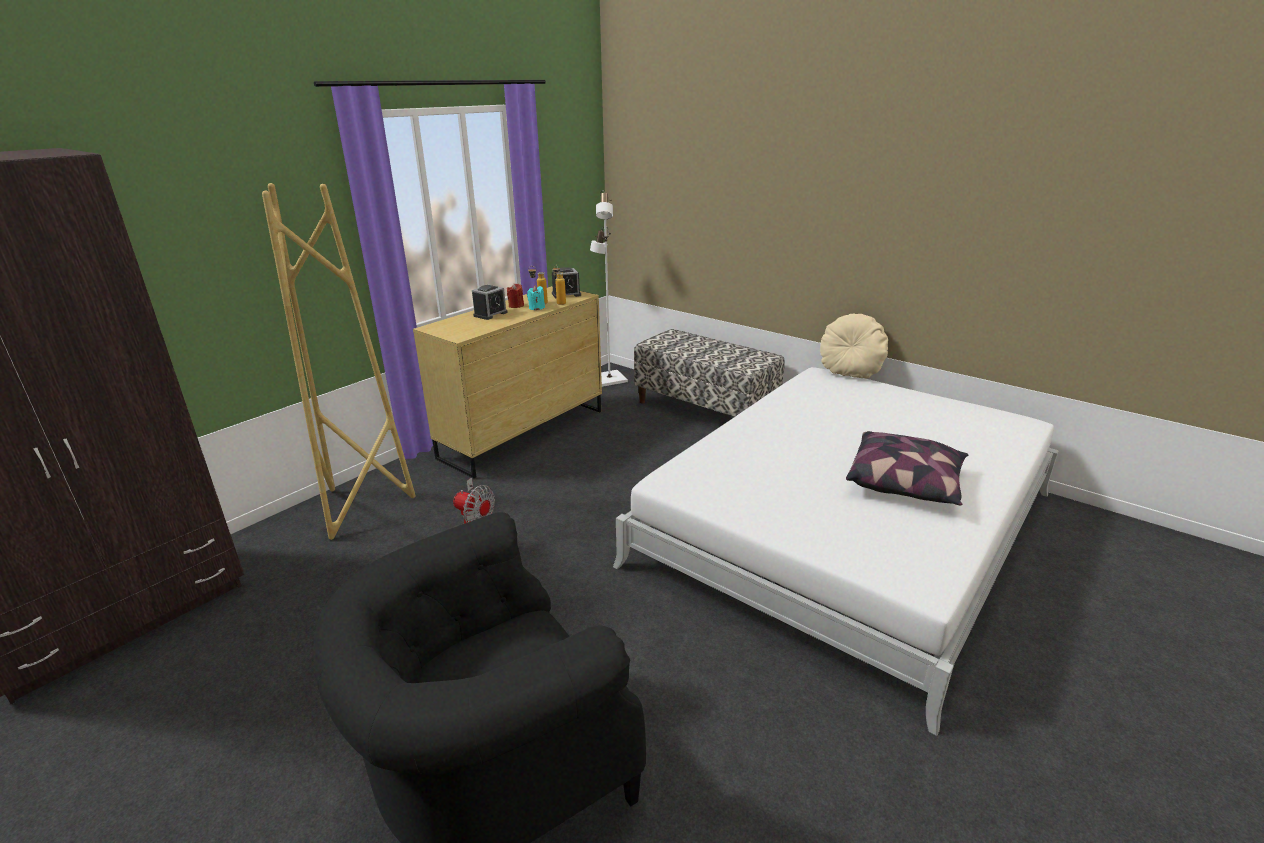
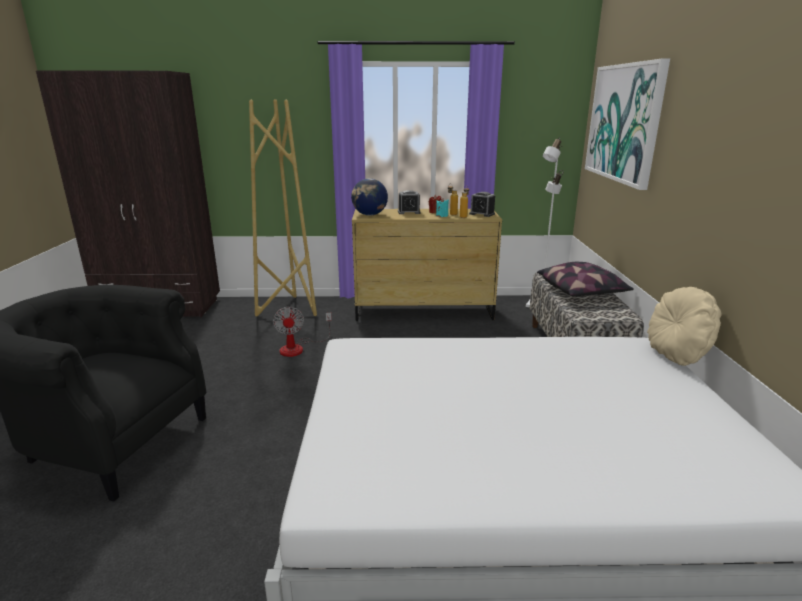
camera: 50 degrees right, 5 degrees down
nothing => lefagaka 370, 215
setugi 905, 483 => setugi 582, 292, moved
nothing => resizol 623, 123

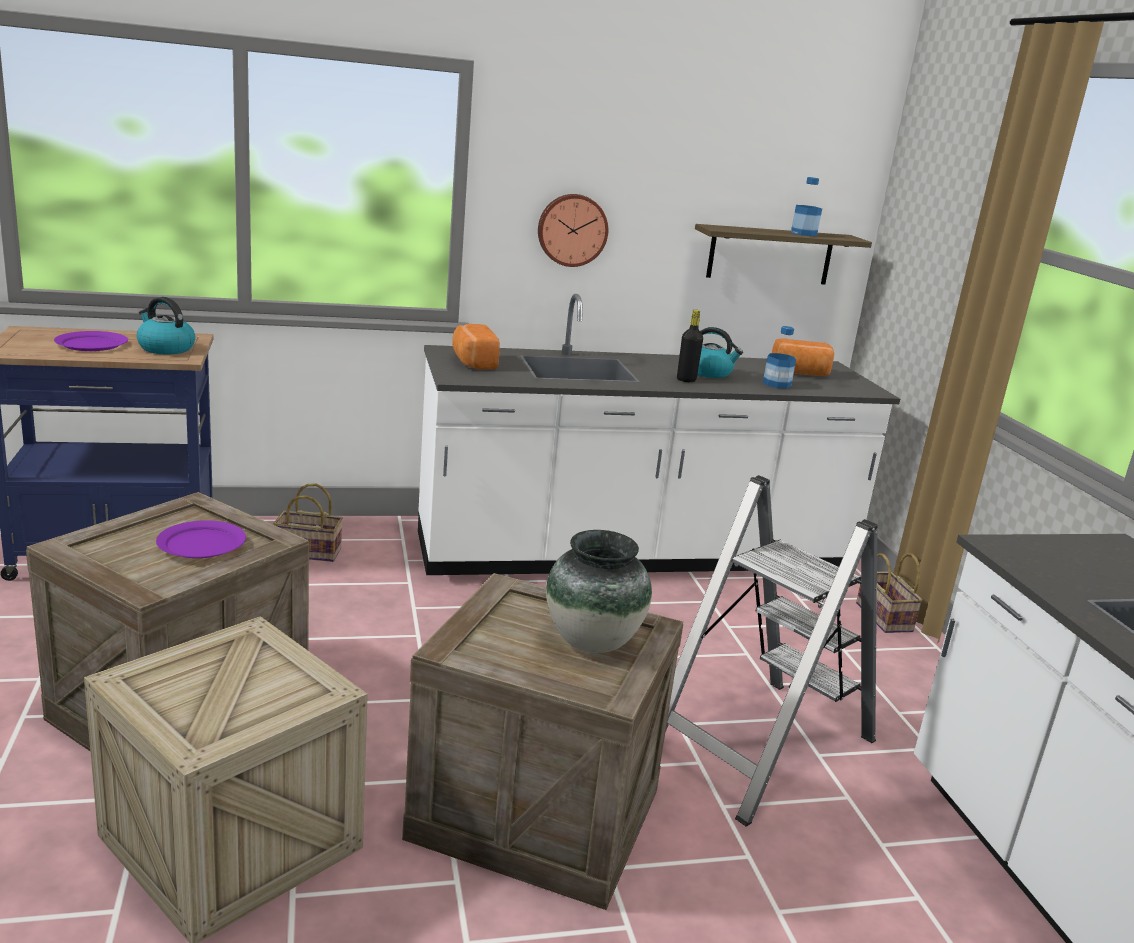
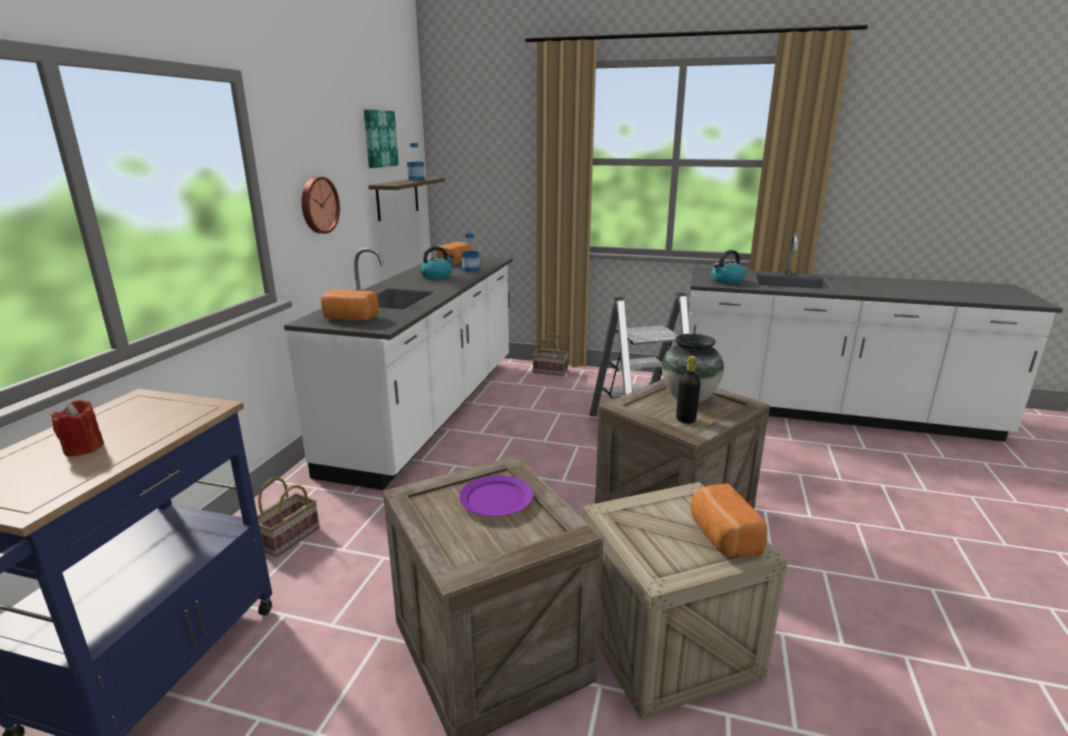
camera: 60 degrees left, 0 degrees up
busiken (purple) 92, 344 => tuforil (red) 84, 448
nothing => resizol 379, 138
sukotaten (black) 686, 380 => sukotaten (black) 685, 419, moved
nothing => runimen 721, 537
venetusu 165, 348 => venetusu 726, 281, moved

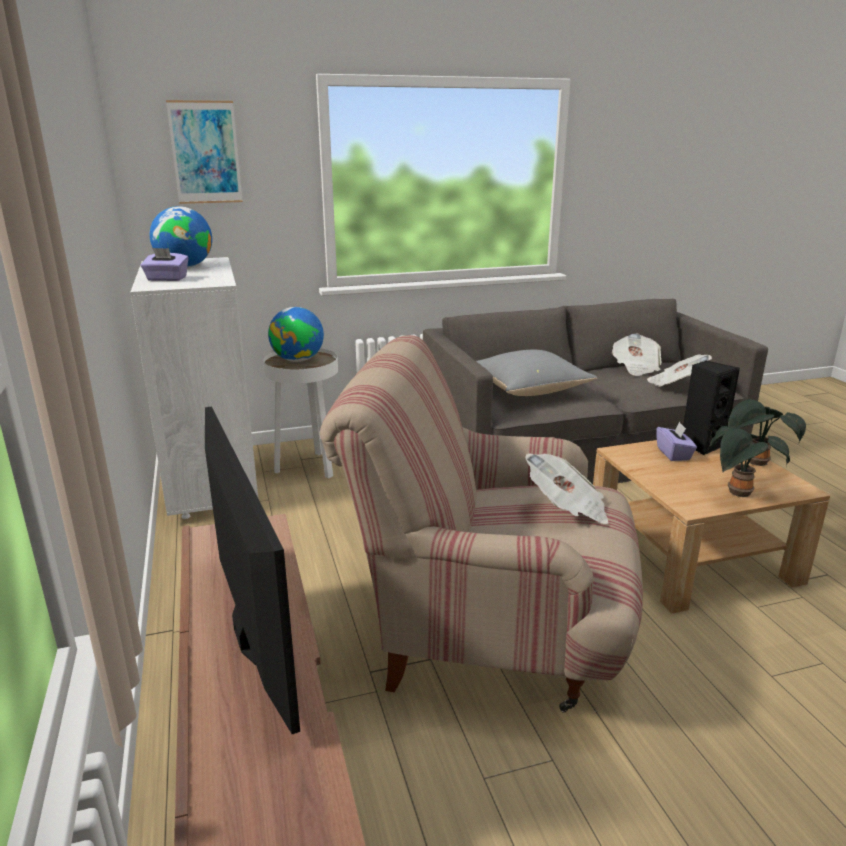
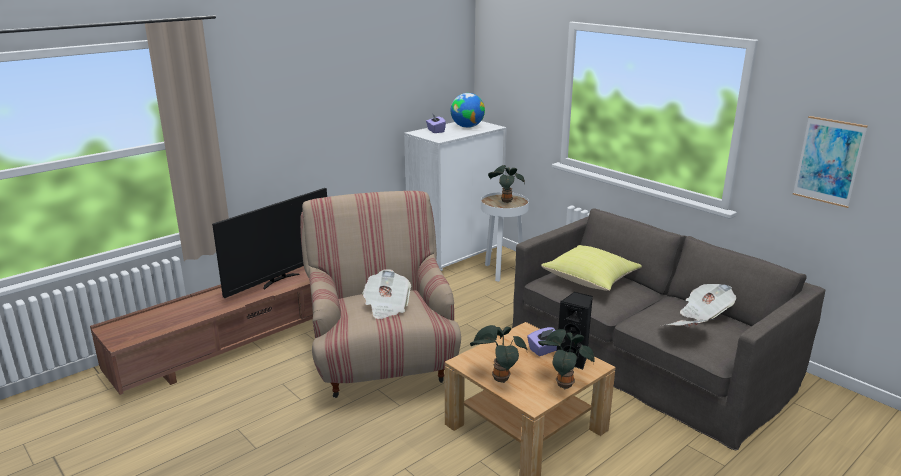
camera: 65 degrees right, 0 degrees up
lefagaka 298, 360 => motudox 505, 201
setugi (grey) 529, 390 => setugi (yellow) 591, 281
resizol 205, 153 => resizol 828, 161, moved

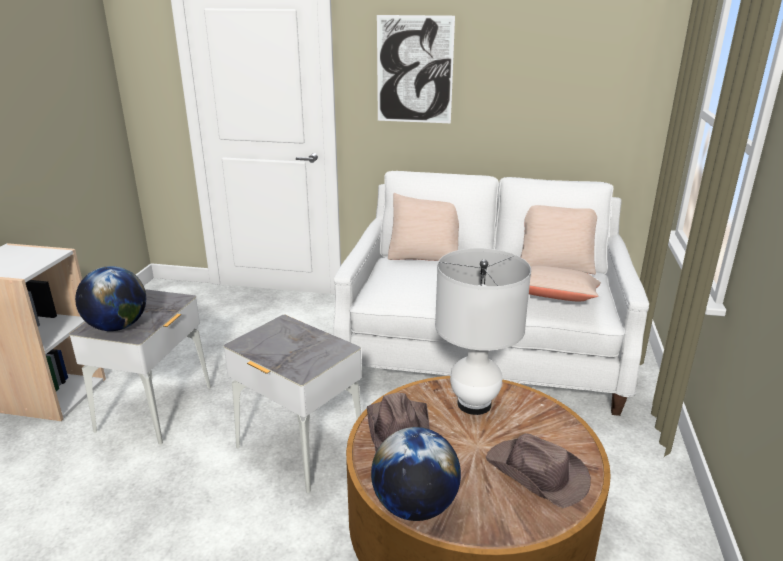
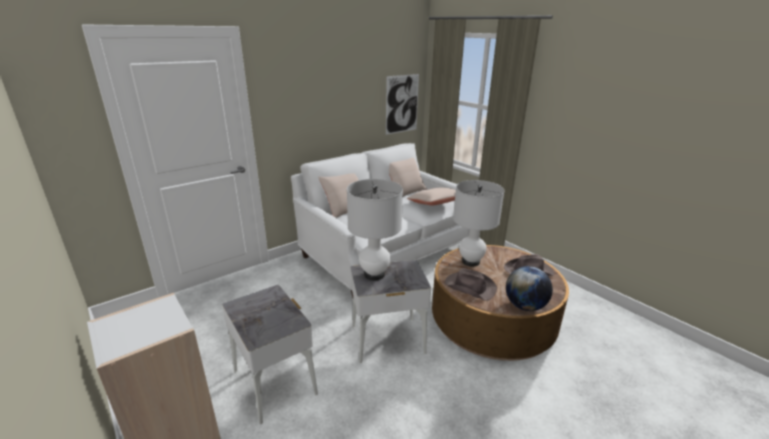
camera: 50 degrees left, 0 degrees up
nothing => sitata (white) 374, 274
resizol 414, 70 => resizol 402, 104, moved
lefagaka 117, 327 => nothing

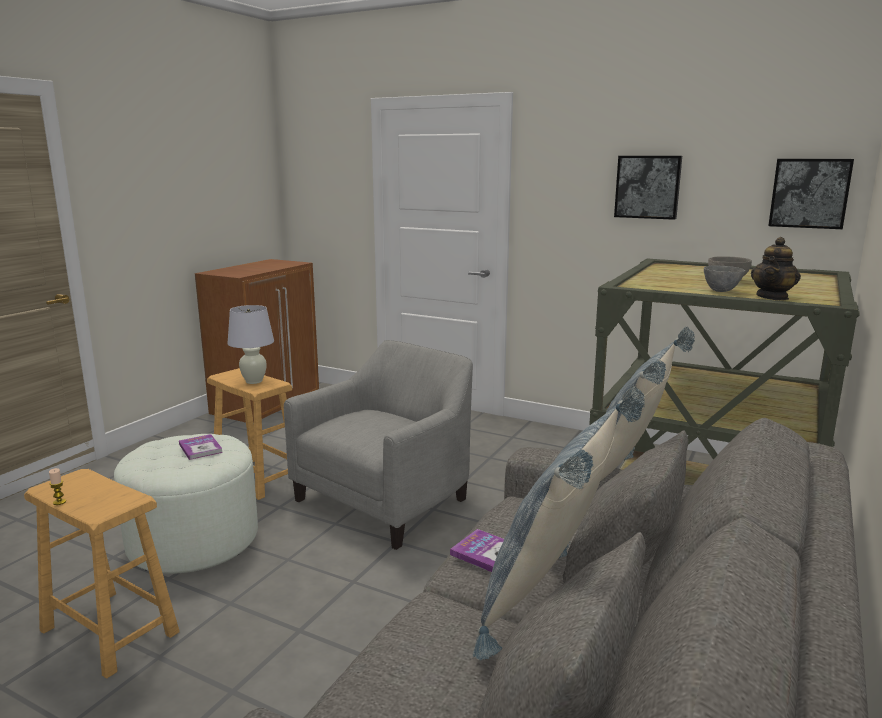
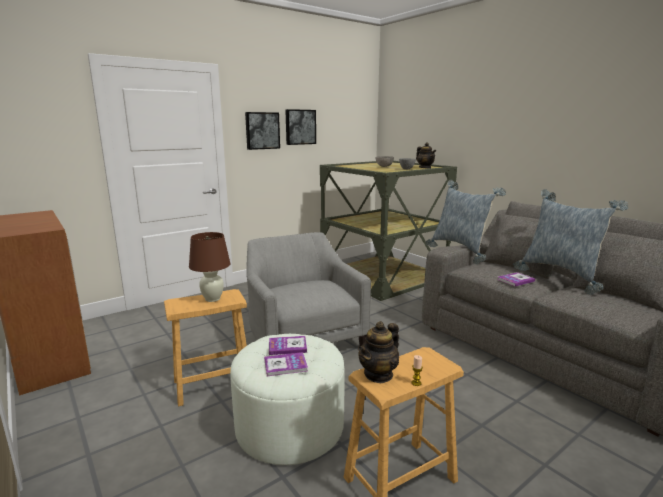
camera: 65 degrees left, 0 degrees up
sitata (white) 254, 381 => sitata (brown) 213, 299
resizol 809, 193 => resizol 262, 130, moved
nothing => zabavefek 285, 365
nothing => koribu 378, 374

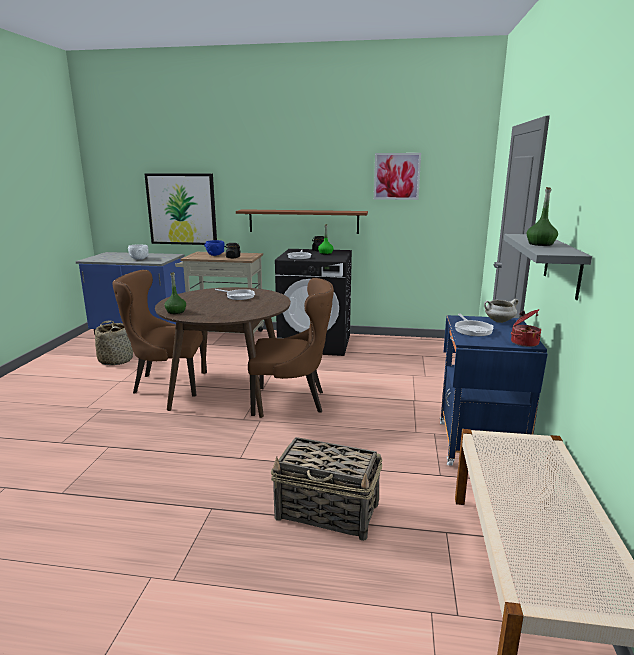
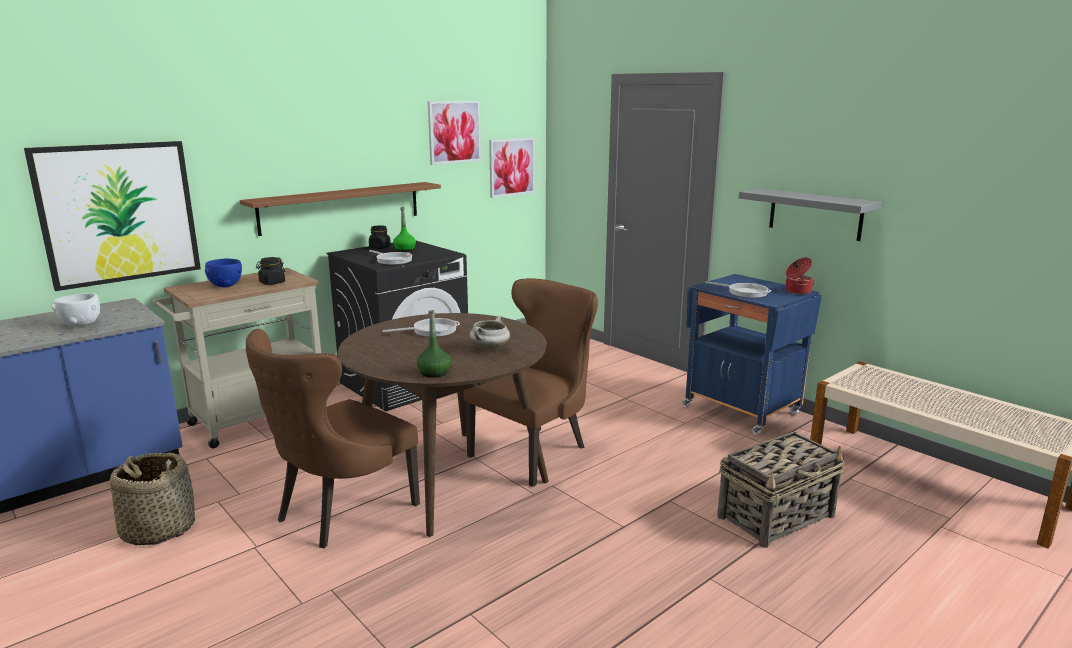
camera: 50 degrees left, 0 degrees up
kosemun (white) 499, 321 => kosemun (white) 490, 349, moved
nothing => resizol 511, 167
sukotaten (green) 540, 244 => nothing

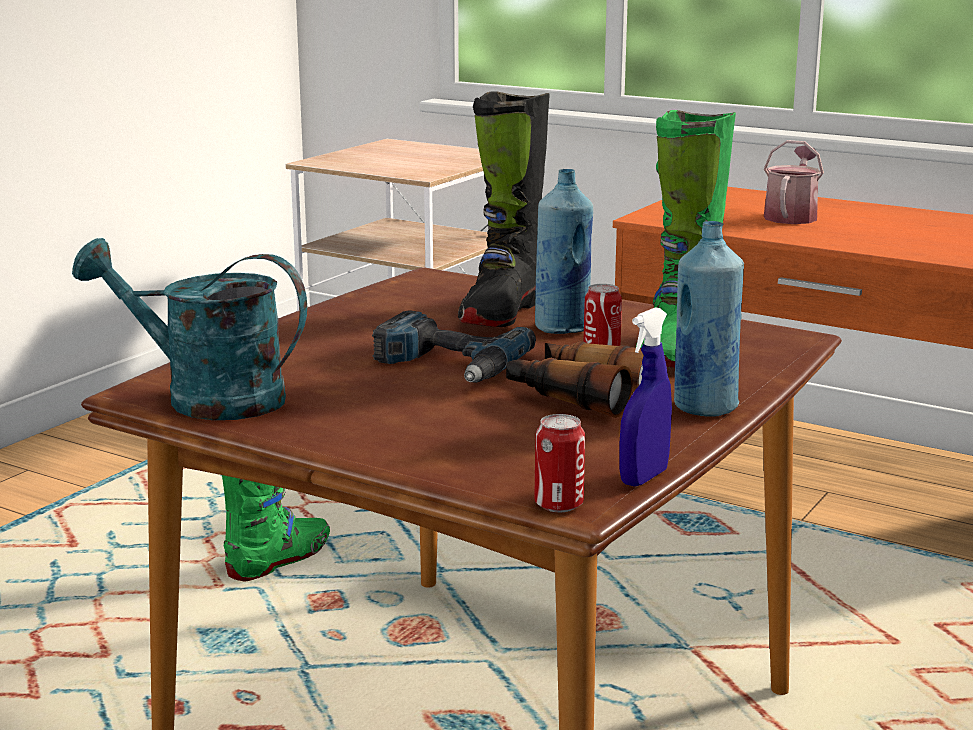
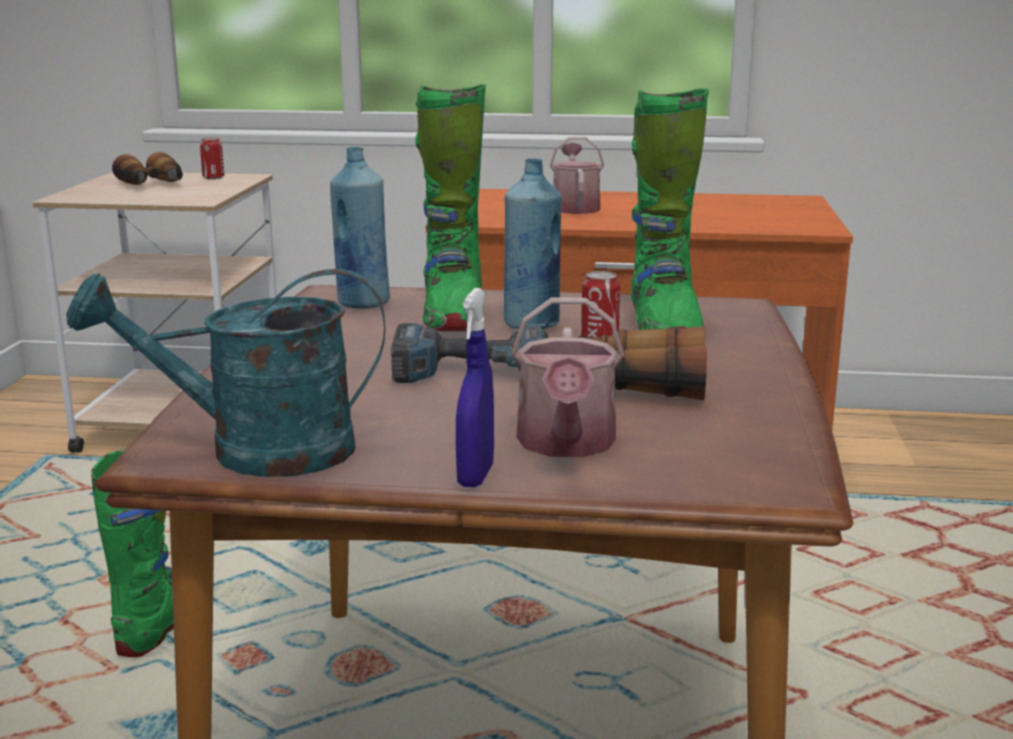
camera: 25 degrees left, 0 degrees up
nothing => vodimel 152, 185
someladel 559, 504 => someladel 213, 178, moved
sukotaten (blue) 704, 407 => sukotaten (blue) 362, 303, moved
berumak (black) 501, 313 => berumak (green) 453, 318
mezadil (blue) 644, 478 => mezadil (blue) 475, 476, moved
nothing => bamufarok 566, 444

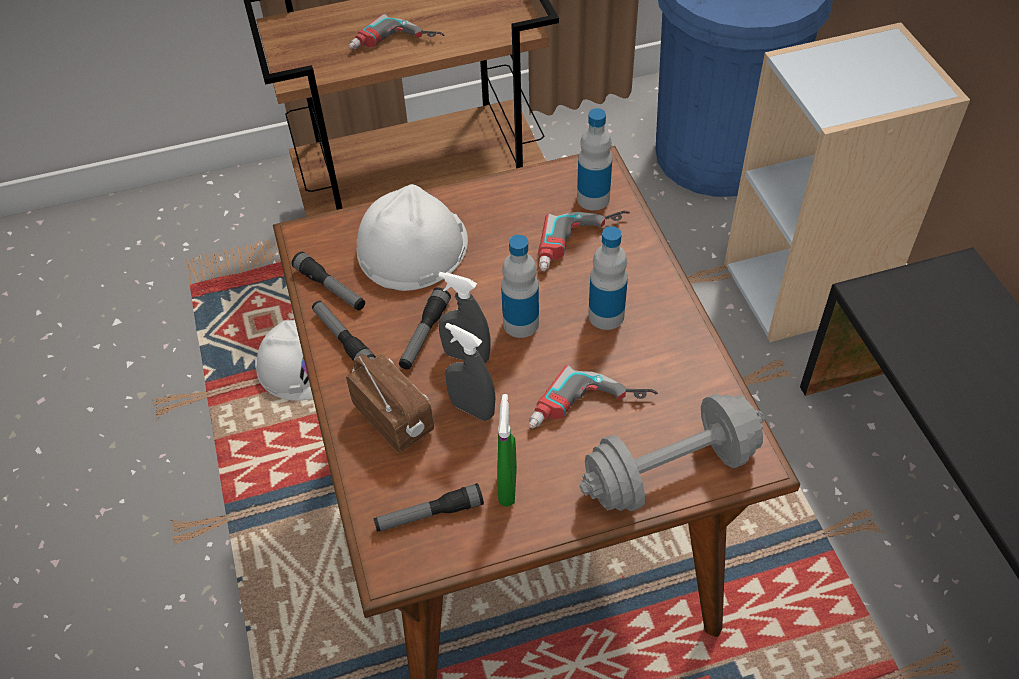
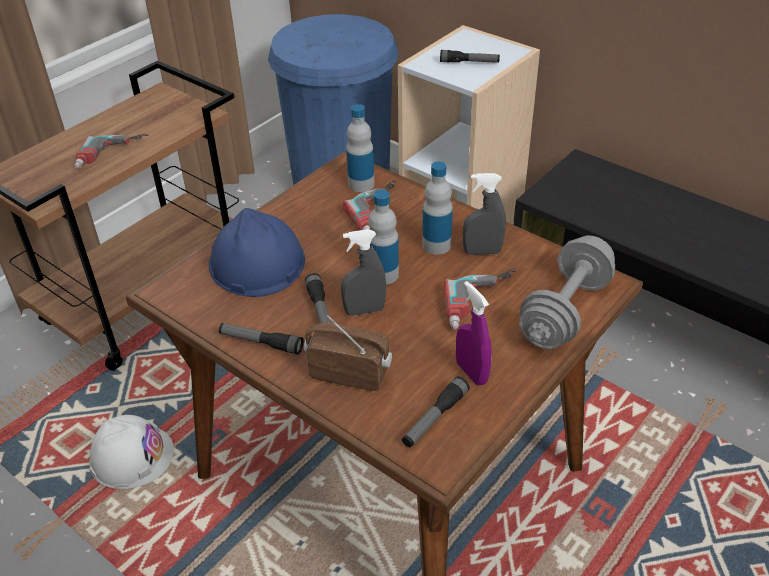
camera: 35 degrees left, 10 degrees down
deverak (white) 411, 246 => deverak (blue) 256, 263
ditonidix 330, 288 => ditonidix 469, 62, moved
mezadil (green) 507, 486 => mezadil (purple) 471, 373
mezadil (grey) 472, 409 => mezadil (grey) 482, 252, moved

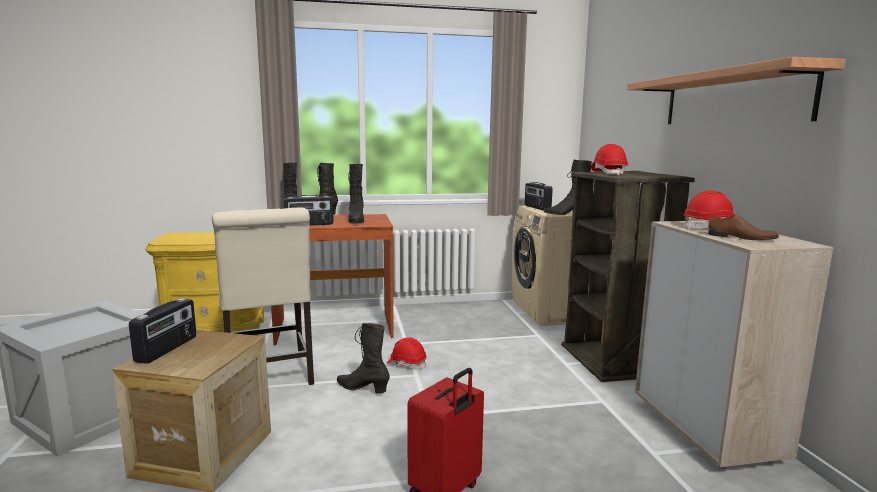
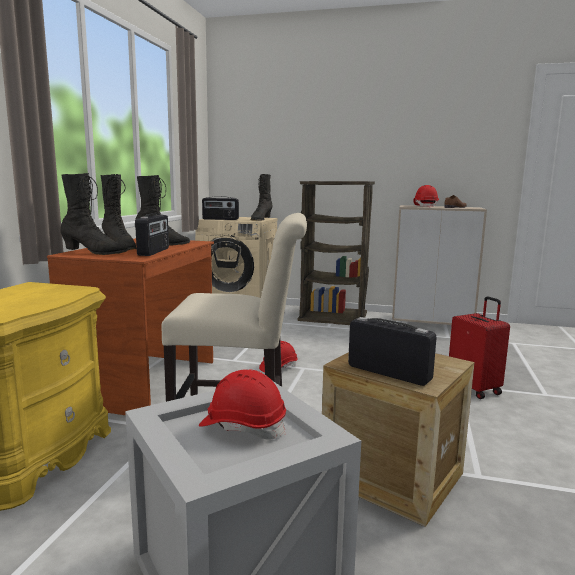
camera: 65 degrees left, 0 degrees up
deverak (red) 608, 173 => deverak (red) 243, 426, moved
berumak (black) 362, 388 => nothing
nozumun 732, 99 => nothing

